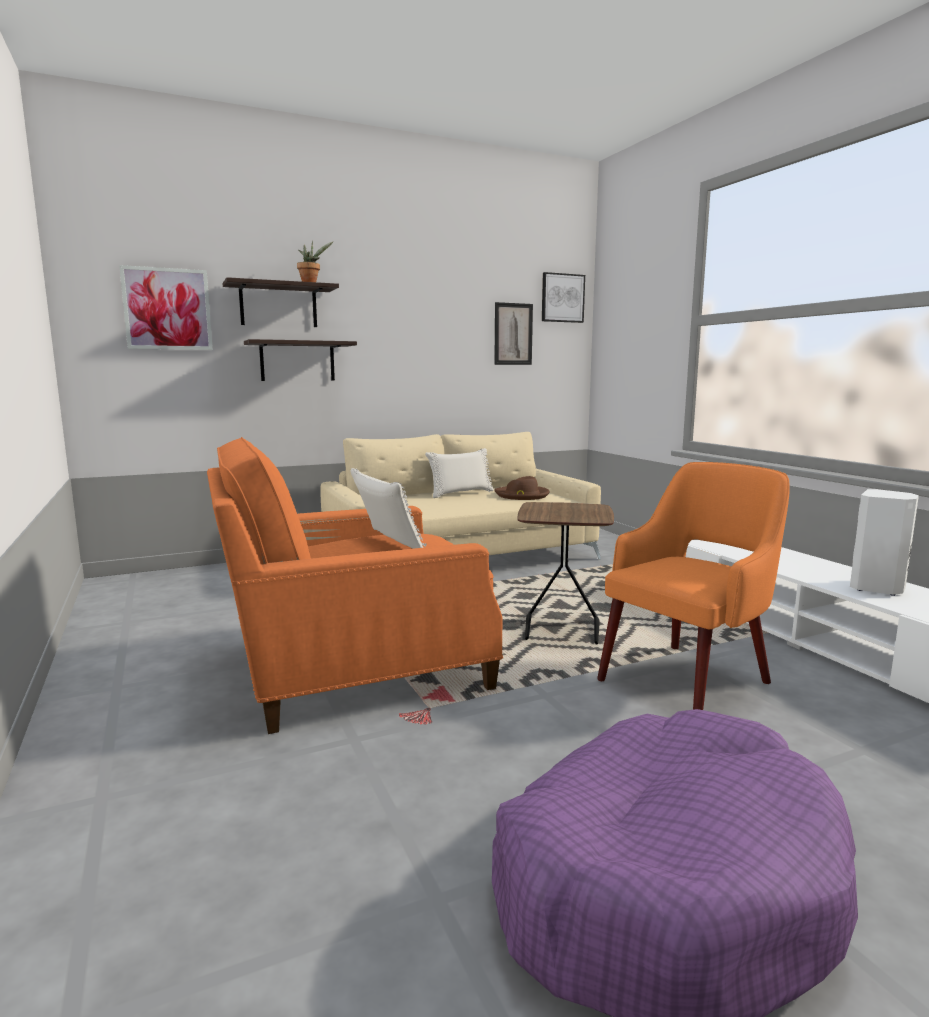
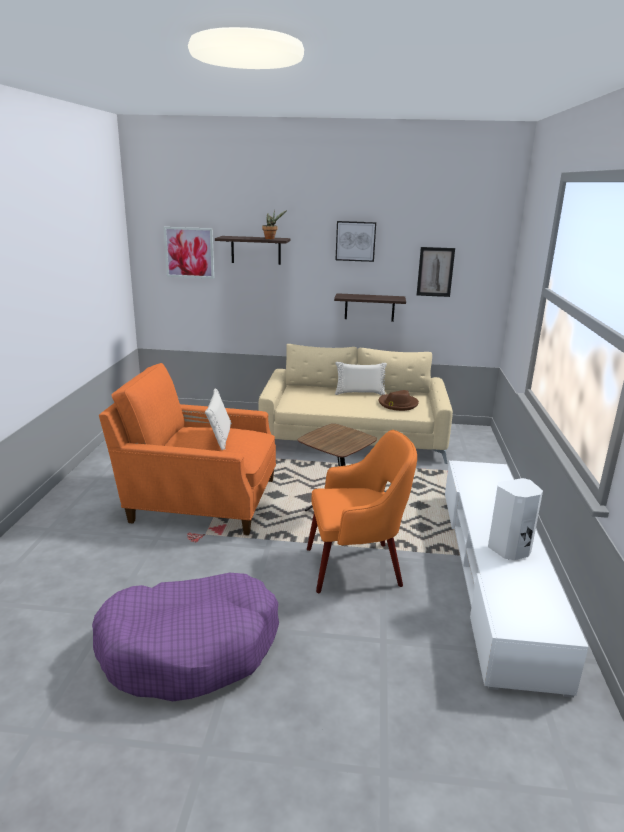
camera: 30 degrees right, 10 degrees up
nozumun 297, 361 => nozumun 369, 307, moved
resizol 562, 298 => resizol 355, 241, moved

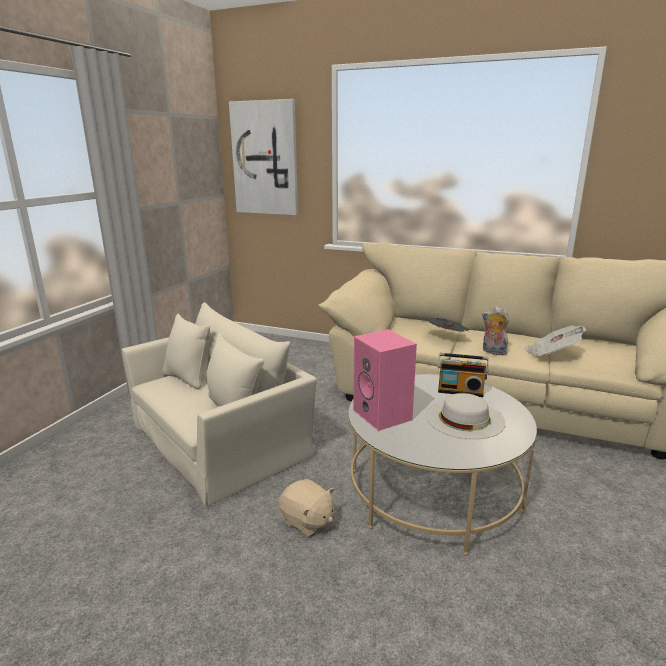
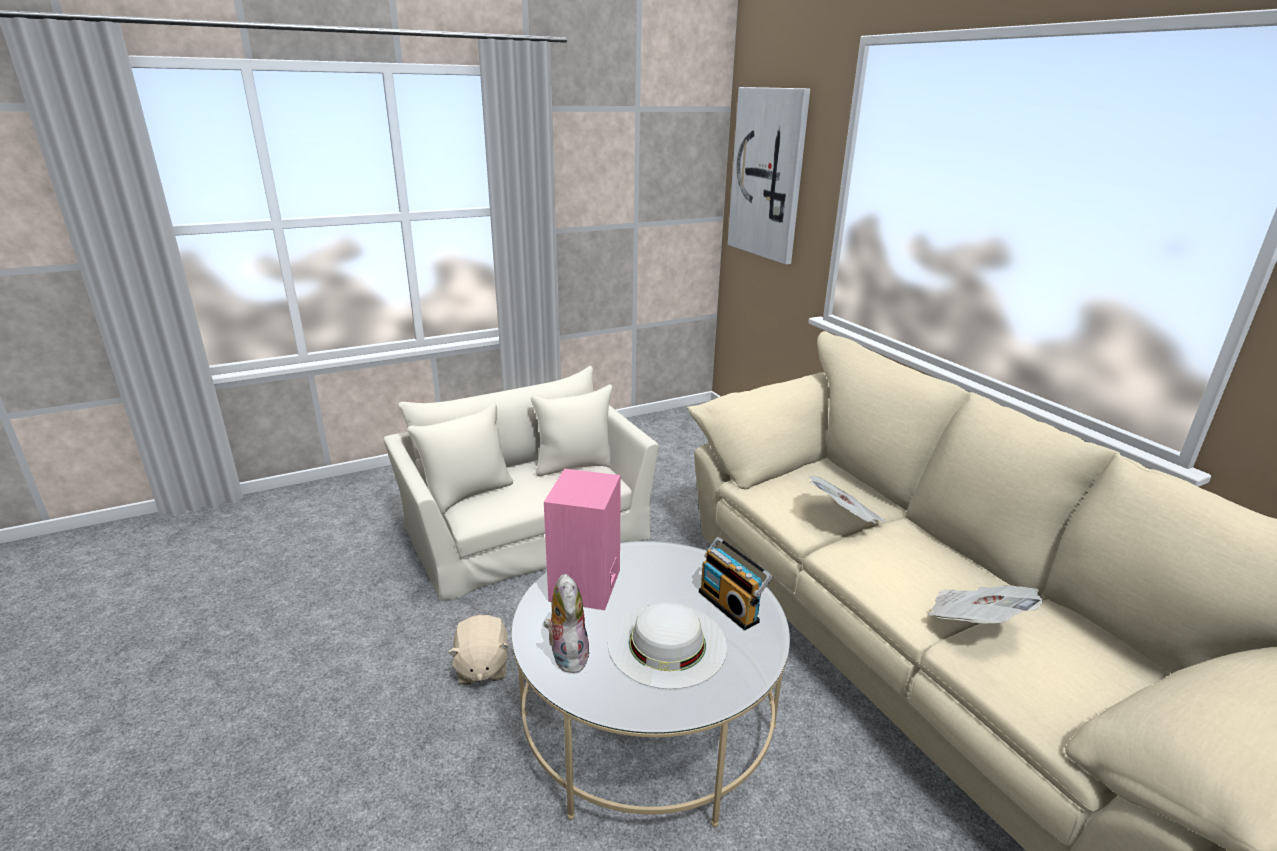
camera: 40 degrees right, 5 degrees up
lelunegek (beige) 220, 438 => lelunegek (beige) 526, 530, 120 degrees counterclockwise
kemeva 493, 352 => kemeva 567, 655, moved

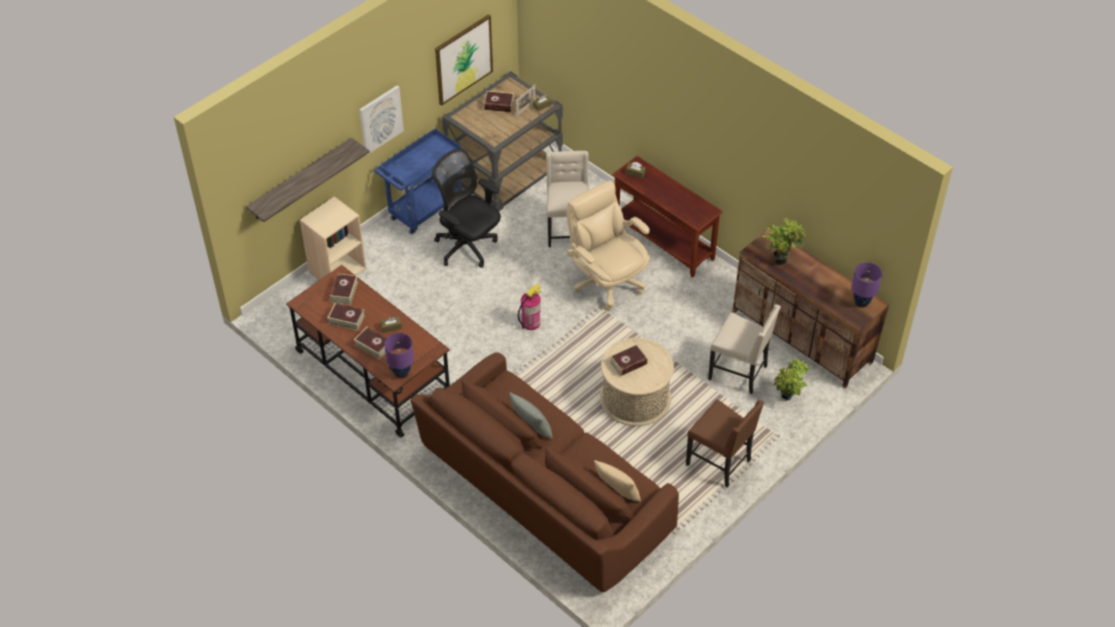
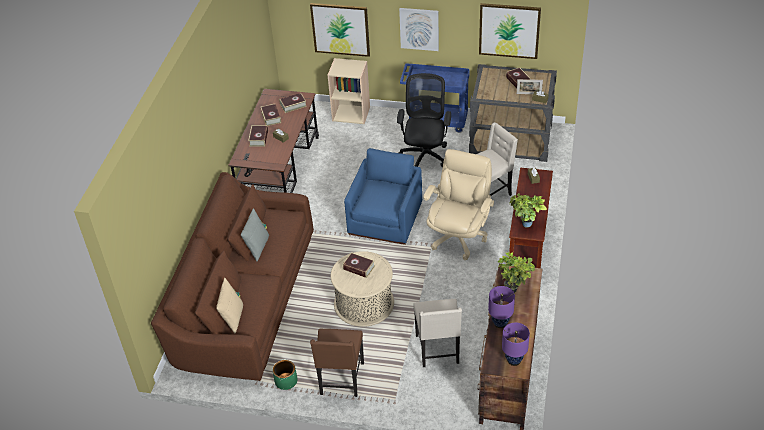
camera: 60 degrees right, 5 degrees down
nothing => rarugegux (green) 286, 381
nozumun 301, 179 => resizol 340, 29
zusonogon 531, 323 => lelunegek (blue) 386, 218
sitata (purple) 401, 372 => sitata (purple) 500, 323, moved
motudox 788, 398 => motudox 525, 226, moved

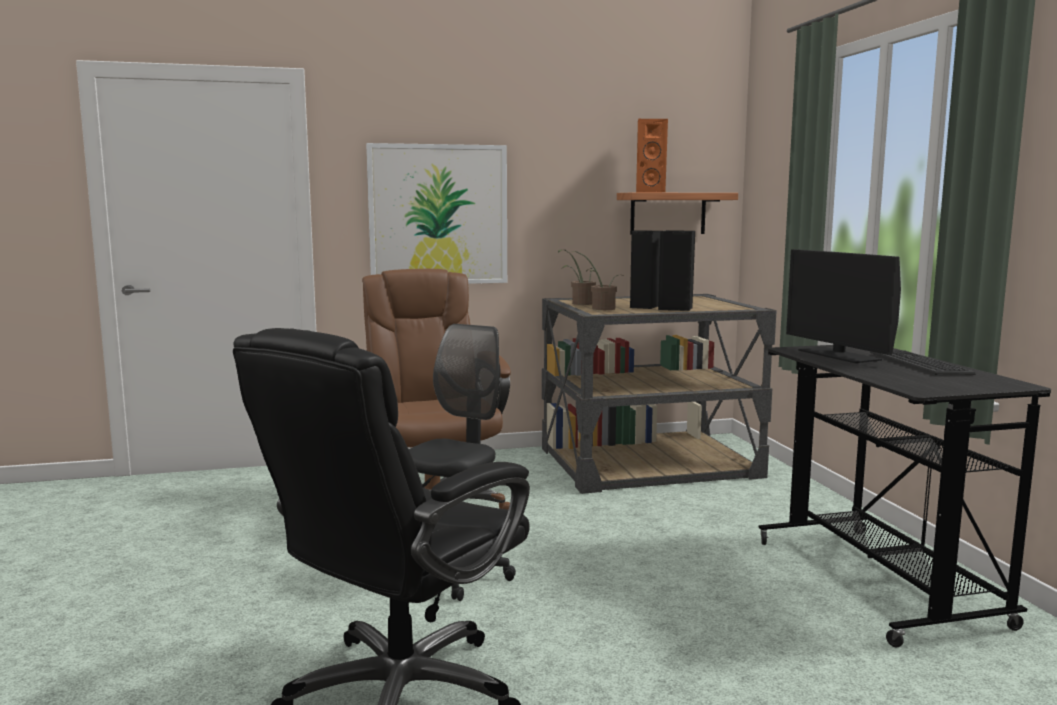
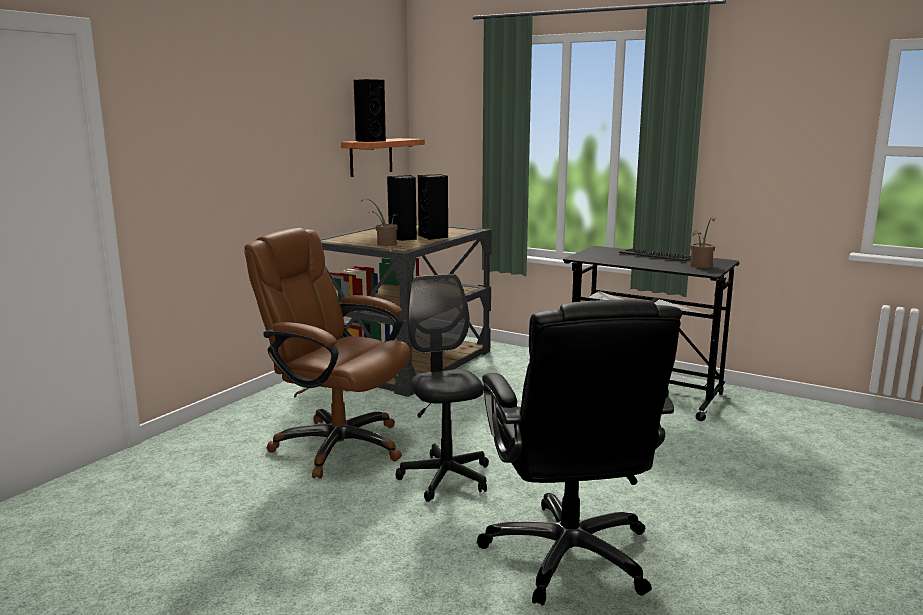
camera: 45 degrees left, 5 degrees up
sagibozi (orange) 648, 192 => sagibozi (black) 369, 141
motudox 580, 303 => motudox 701, 266, moved
resizol 438, 215 => nothing
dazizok 838, 355 => nothing

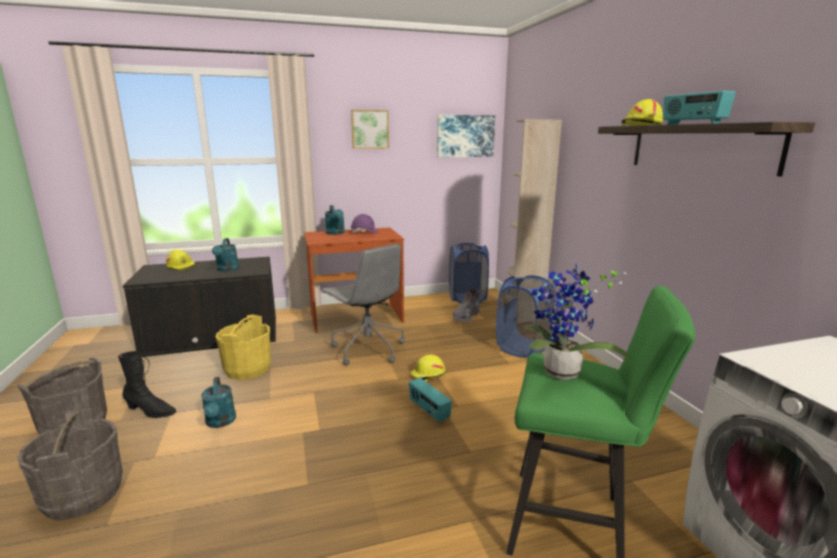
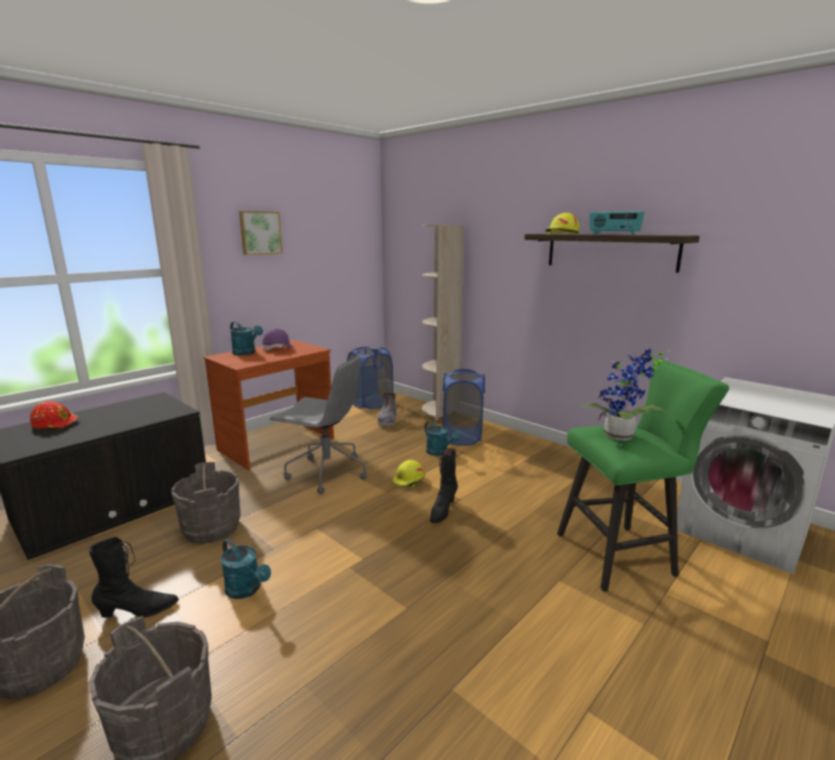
camera: 30 degrees left, 0 degrees up
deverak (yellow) 181, 266 => deverak (red) 55, 424
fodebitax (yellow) 247, 369 => fodebitax (grey) 211, 528
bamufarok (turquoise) 227, 269 => bamufarok (turquoise) 440, 452, moved
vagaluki 428, 411 => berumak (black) 442, 511
resizol 465, 136 => nothing

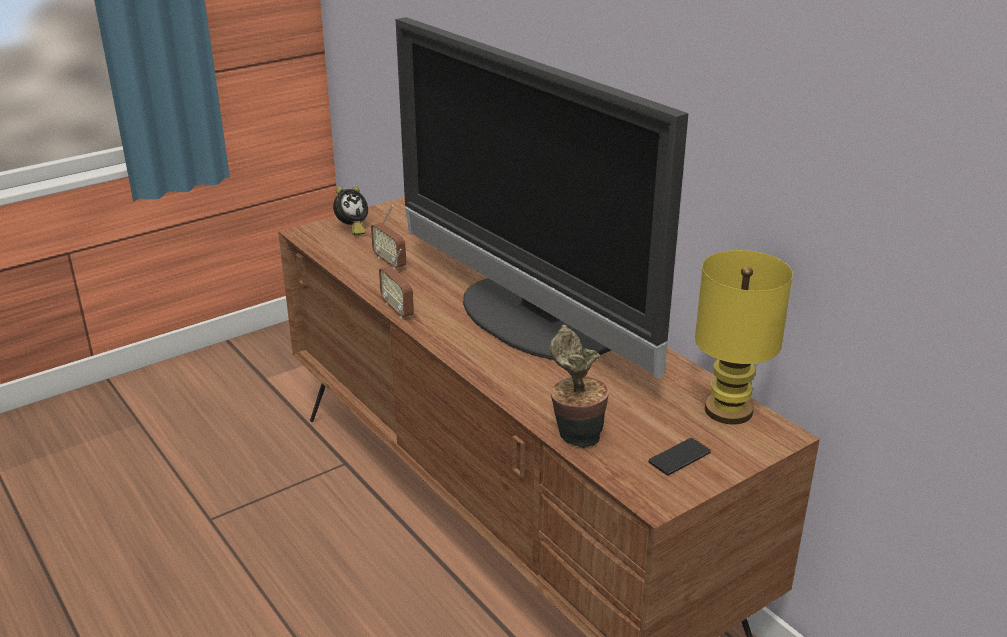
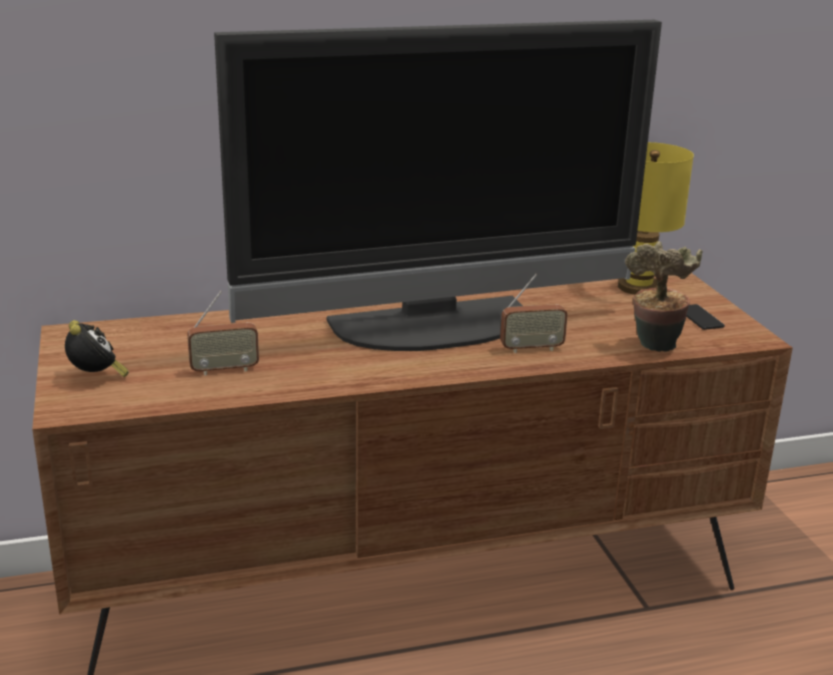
camera: 70 degrees left, 5 degrees down
vagaluki 397, 309 => vagaluki 531, 348, moved

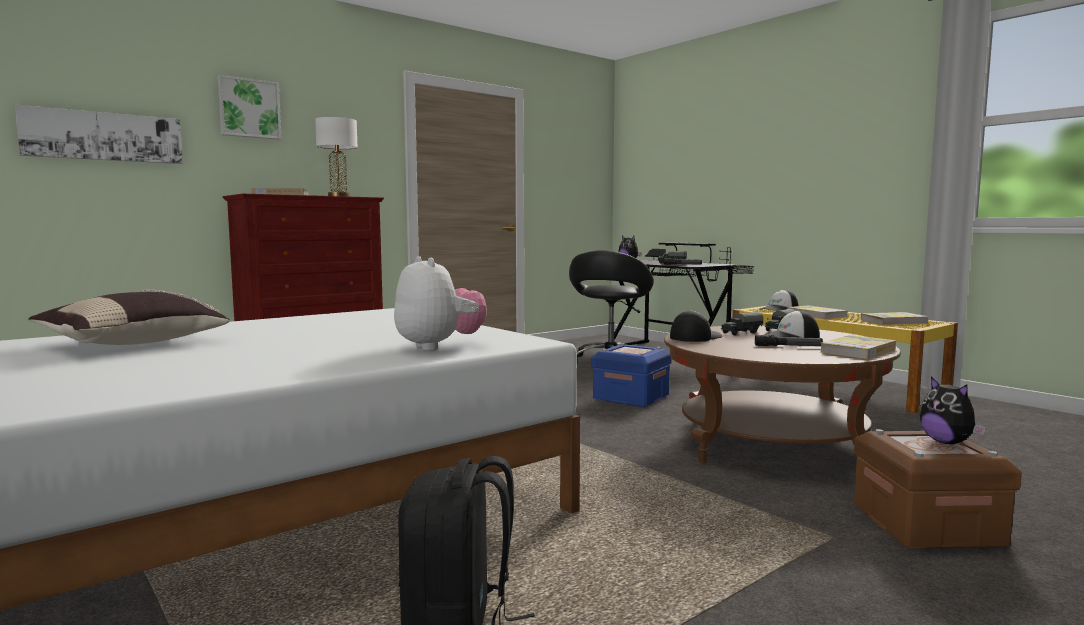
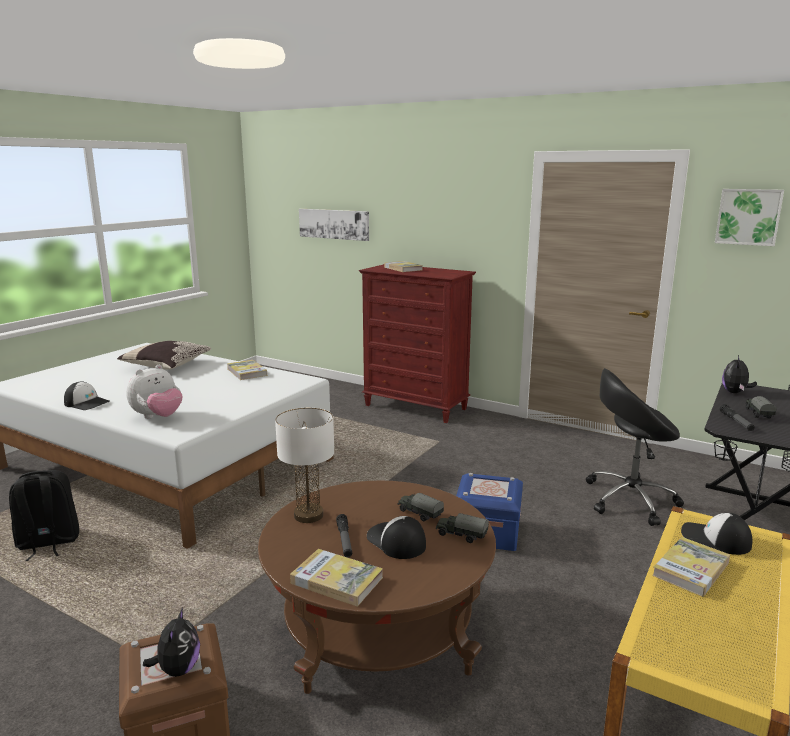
camera: 70 degrees right, 10 degrees up
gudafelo 695, 337 => gudafelo 87, 403, moved
kemeva 947, 442 => kemeva 178, 669, 135 degrees clockwise
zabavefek 894, 321 => zabavefek 247, 372, moved
sitata 339, 197 => sitata 309, 515, moved
resizol 249, 108 => resizol 748, 217, moved

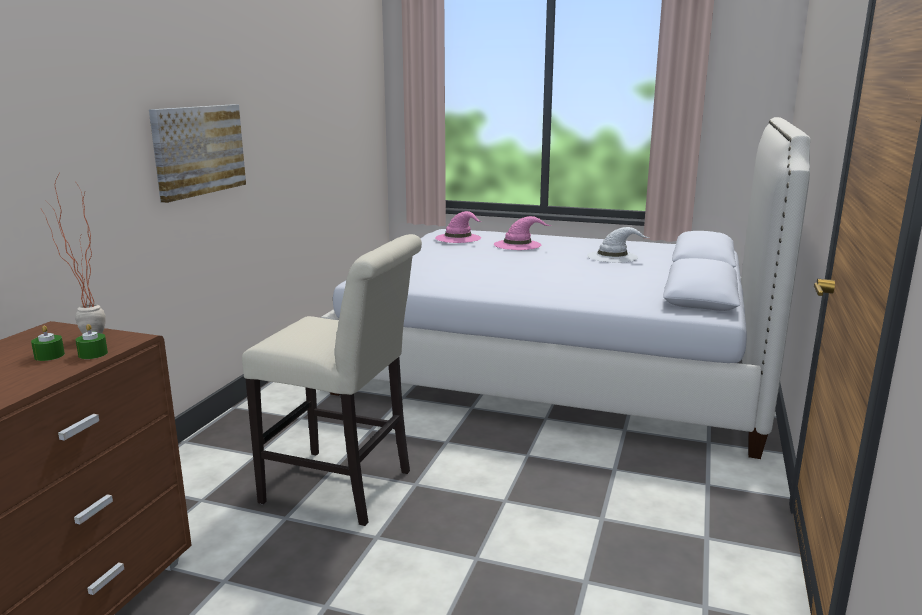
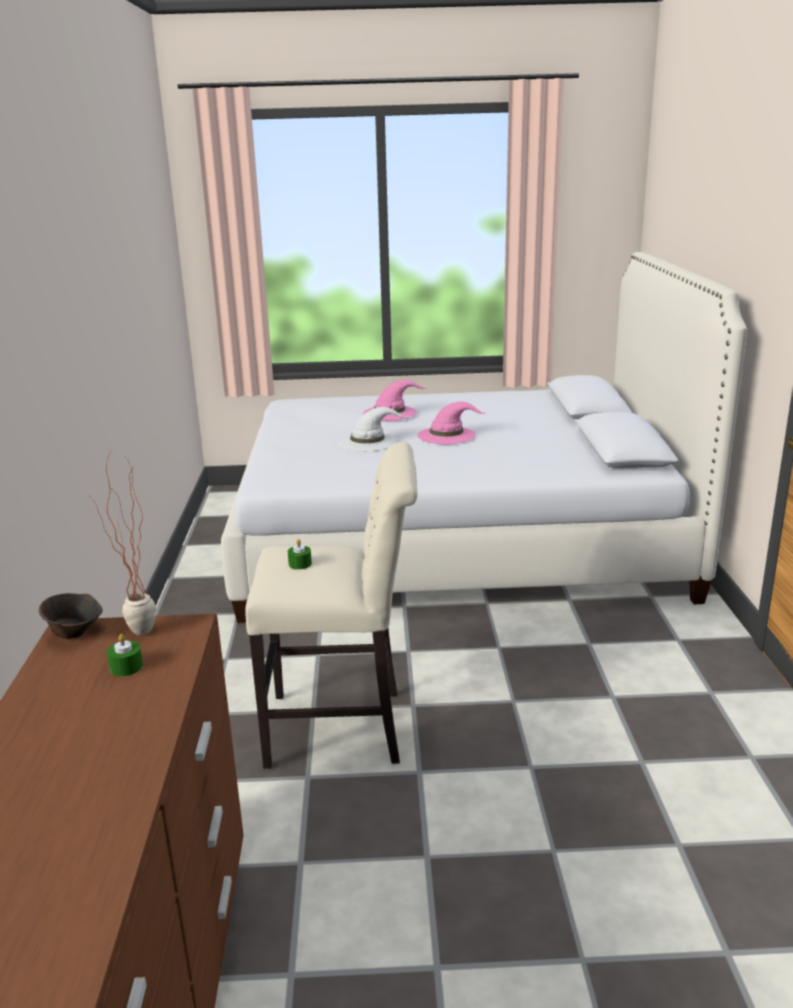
camera: 20 degrees left, 5 degrees up
nothing => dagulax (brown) 74, 633
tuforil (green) 93, 354 => tuforil (green) 300, 564, moved
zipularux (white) 613, 256 => zipularux (white) 368, 442, moved
zipularux (pink) 458, 238 => zipularux (pink) 447, 435, moved
resizol 198, 150 => nothing

